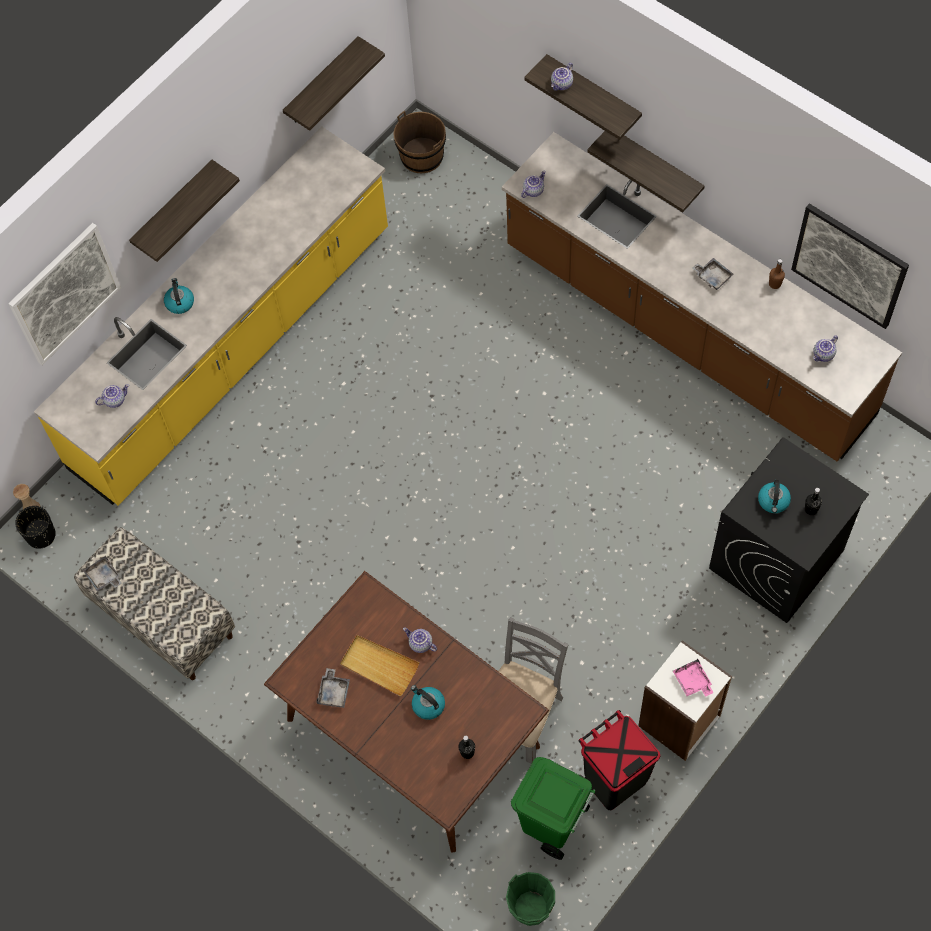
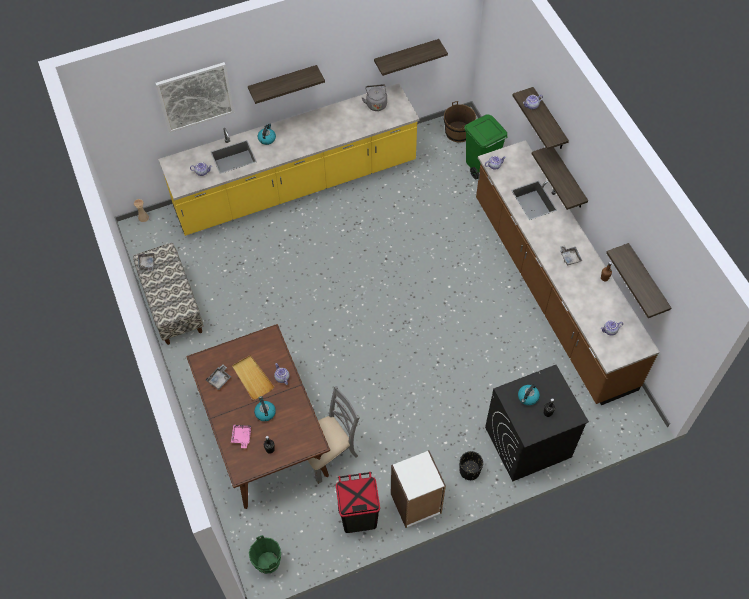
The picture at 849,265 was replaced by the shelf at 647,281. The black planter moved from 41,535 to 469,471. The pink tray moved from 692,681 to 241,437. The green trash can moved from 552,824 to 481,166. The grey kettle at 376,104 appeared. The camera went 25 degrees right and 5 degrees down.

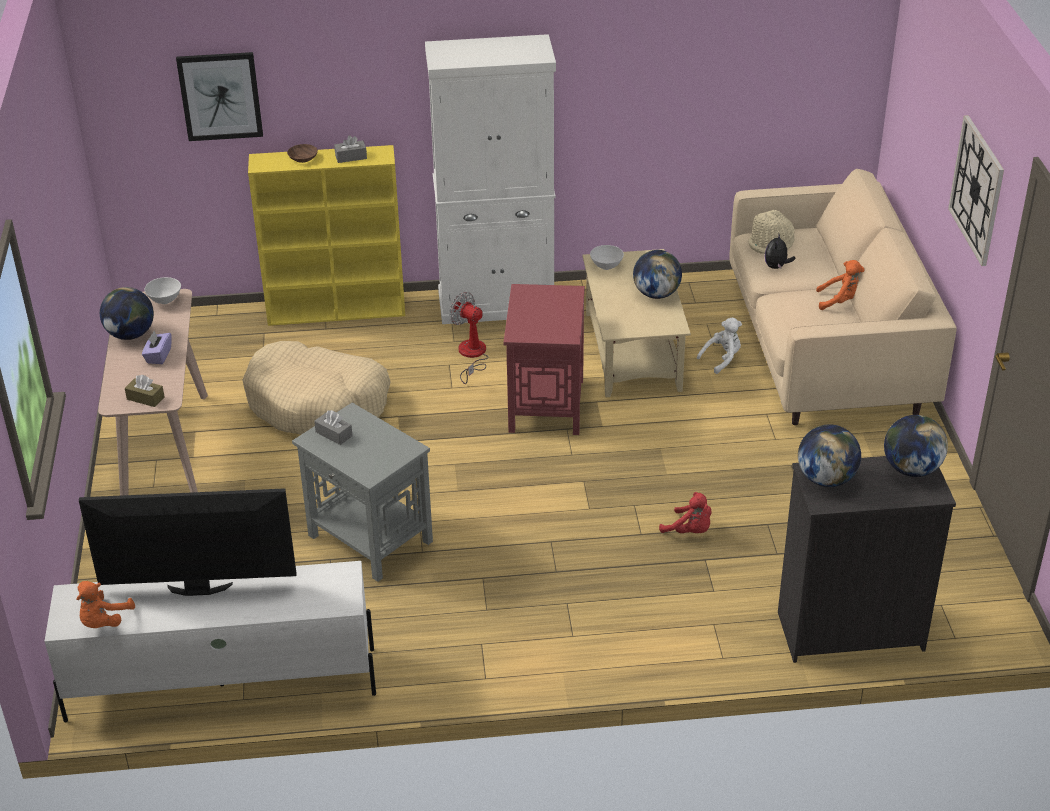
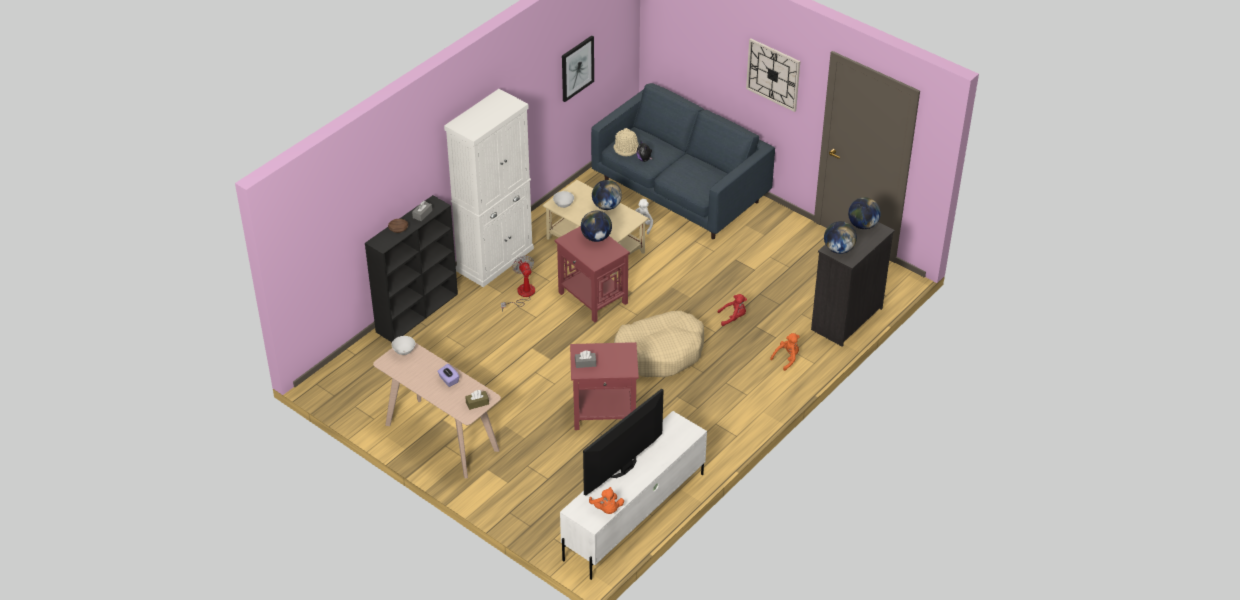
The picture moved from 220,96 to 577,68. The yellow bookcase at 338,310 became the black bookcase at 417,312. The beige sofa at 825,349 became the blue sofa at 679,191. The orange plush toy moved from 840,301 to 787,358. The globe moved from 130,335 to 596,238. The fan at 471,356 turned 75 degrees clockwise. The beige dog bed moved from 318,403 to 660,352. The grey side table at 369,539 became the red side table at 604,413. The camera went 45 degrees left and 5 degrees up.

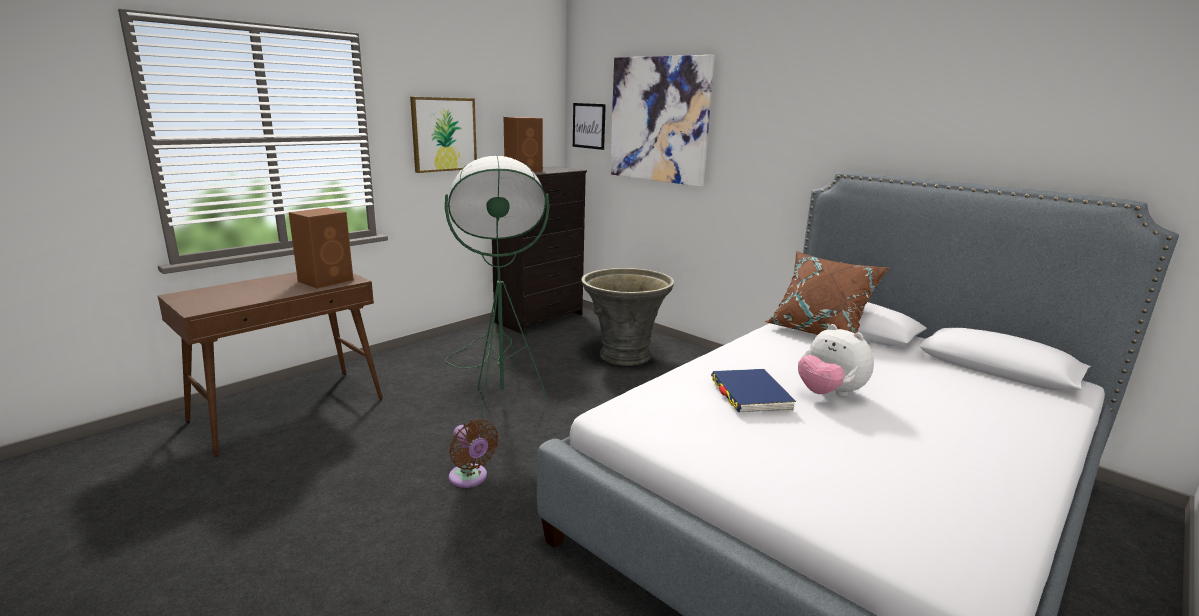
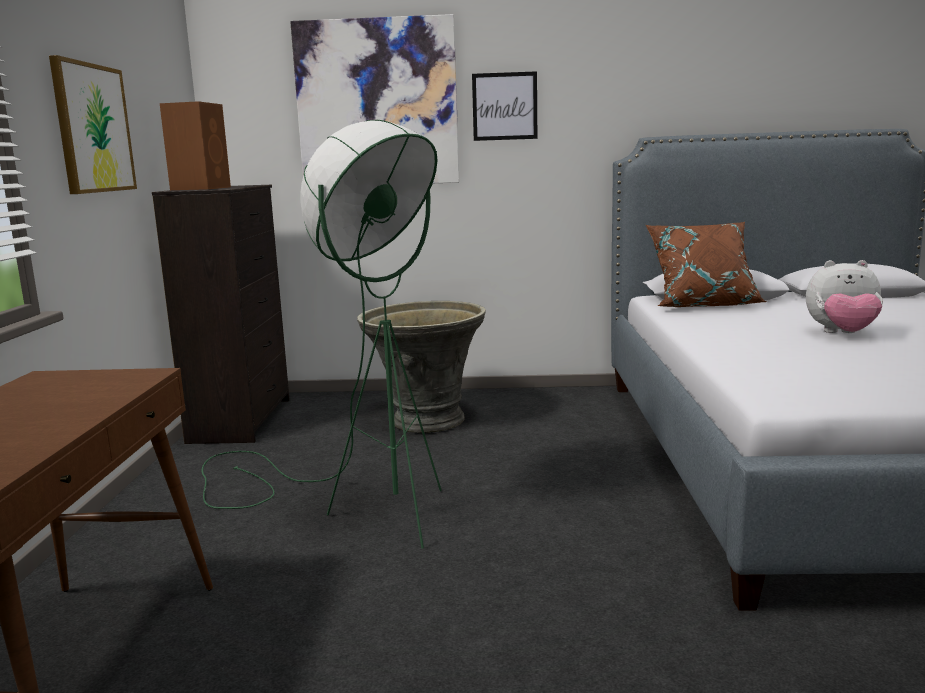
The picture moved from 589,126 to 504,106. The brown speaker at 327,280 disappeared. The blue book at 750,394 disappeared. The brown fan at 470,478 disappeared. The camera went 40 degrees left and 5 degrees down.

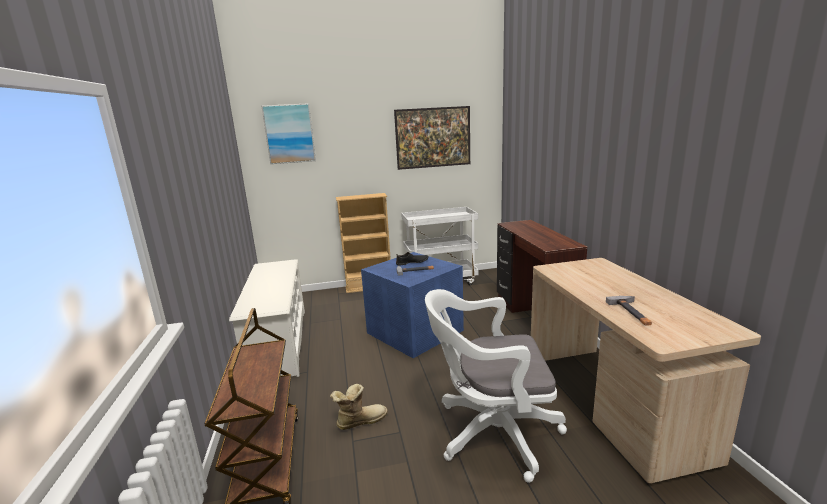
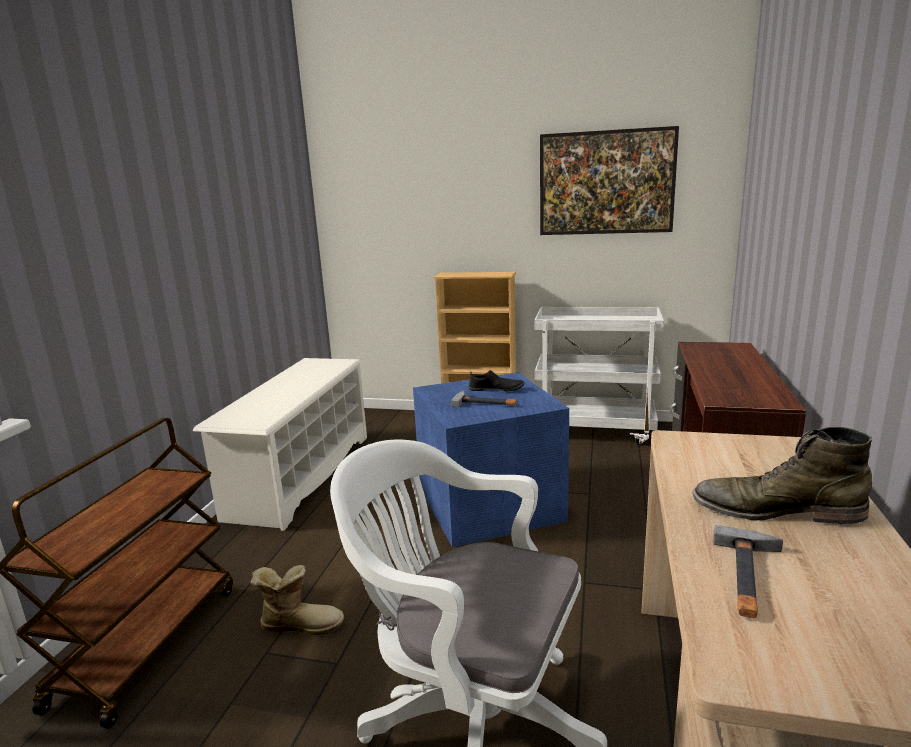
The picture at 289,134 disappeared. The green boot at 775,509 appeared. The camera went 25 degrees right and 0 degrees up.

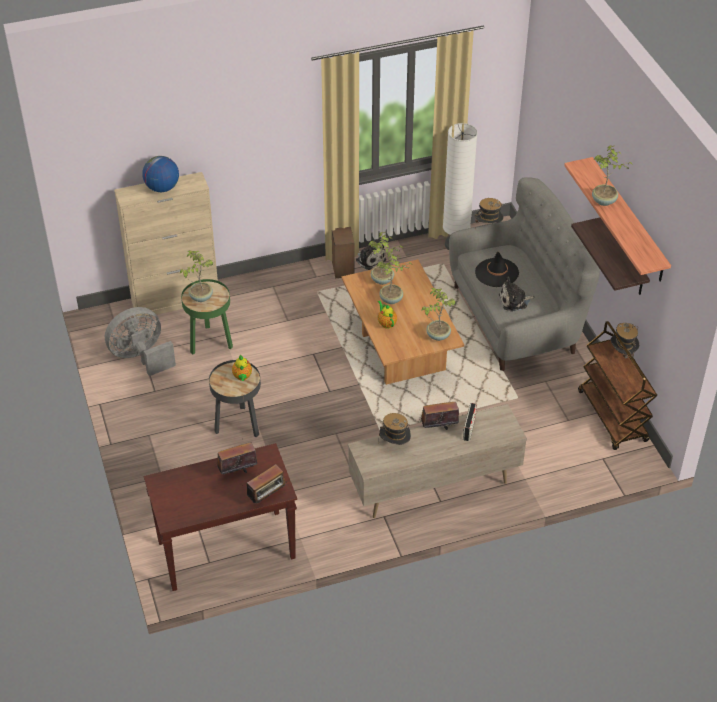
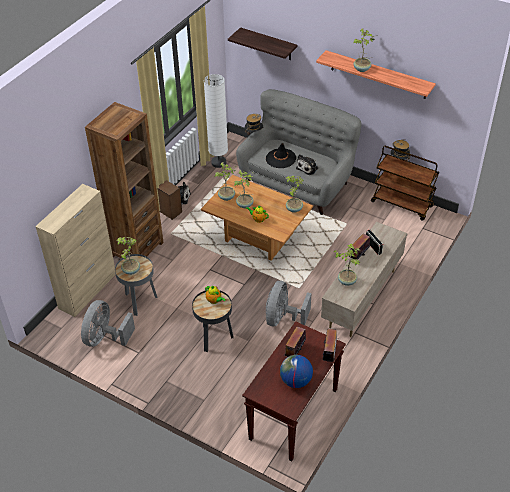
The globe moved from 162,188 to 296,381. The shelf moved from 625,258 to 268,44. The green side table at 210,342 became the grey side table at 139,301. The hat at 394,444 was replaced by the potted plant at 347,281. The brown bookcase at 136,249 appeared. The grey fan at 282,318 appeared. The camera went 40 degrees left and 0 degrees up.

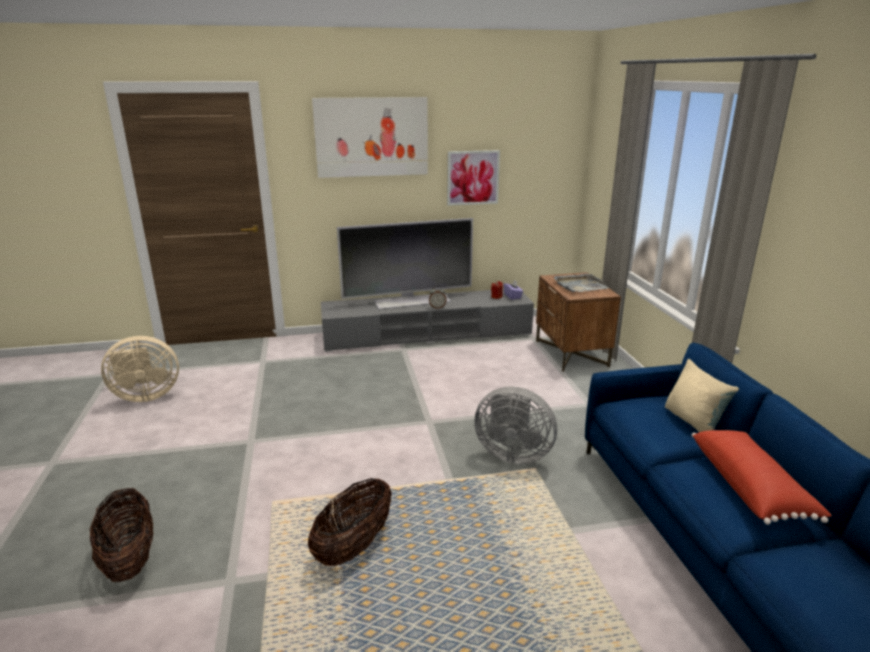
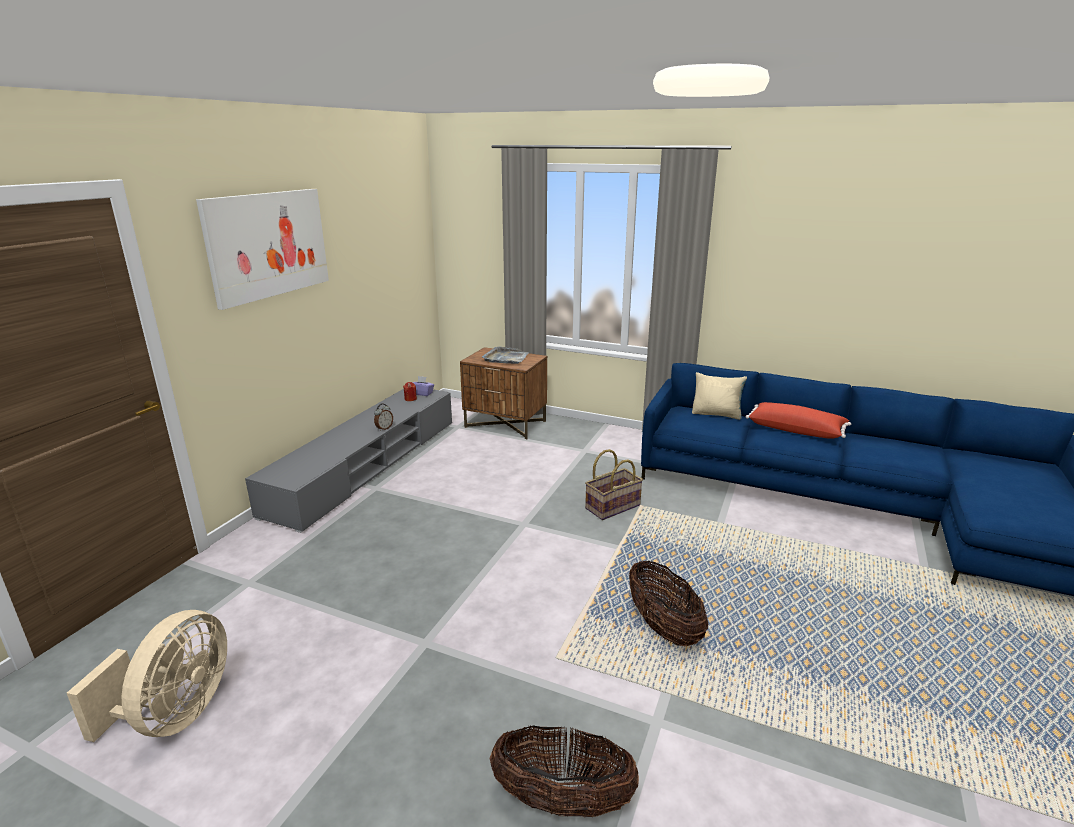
The picture at 473,177 disappeared. The television at 411,301 disappeared. The grey fan at 512,453 was replaced by the basket at 612,506. The camera went 55 degrees left and 0 degrees up.

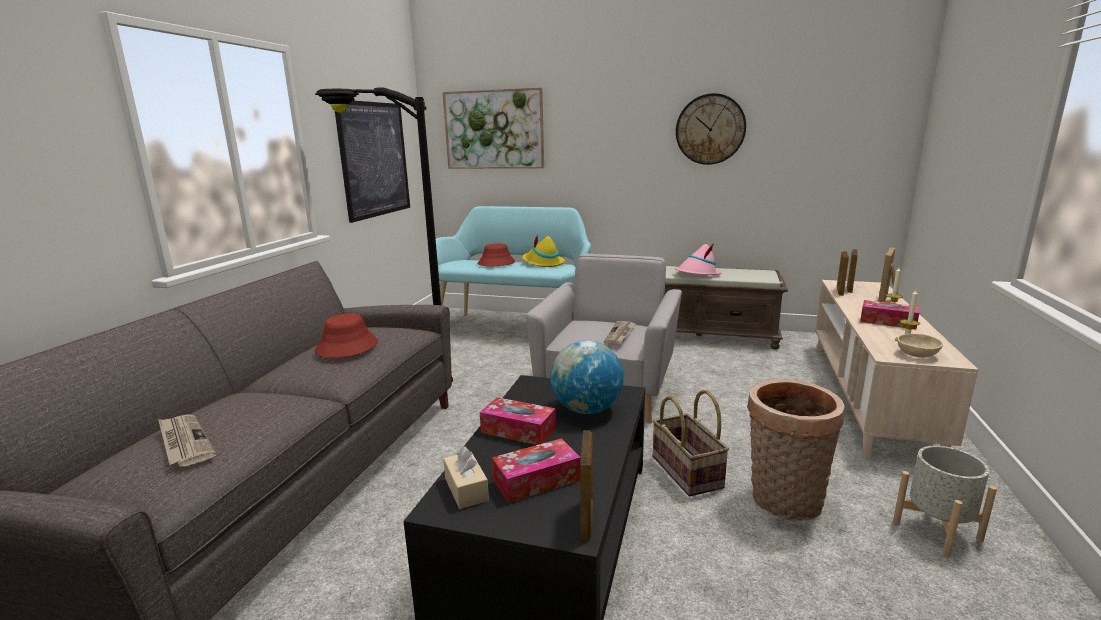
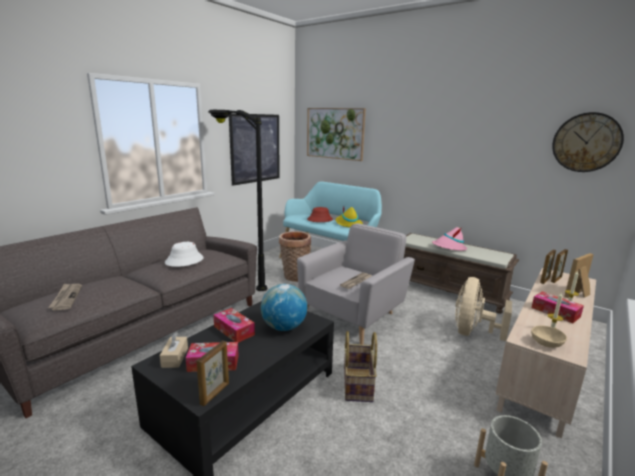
The wall clock moved from 710,129 to 586,142. The red hat at 346,347 became the white hat at 184,260. The basket moved from 783,502 to 294,277. The beige fan at 473,332 appeared. The camera went 20 degrees right and 0 degrees up.

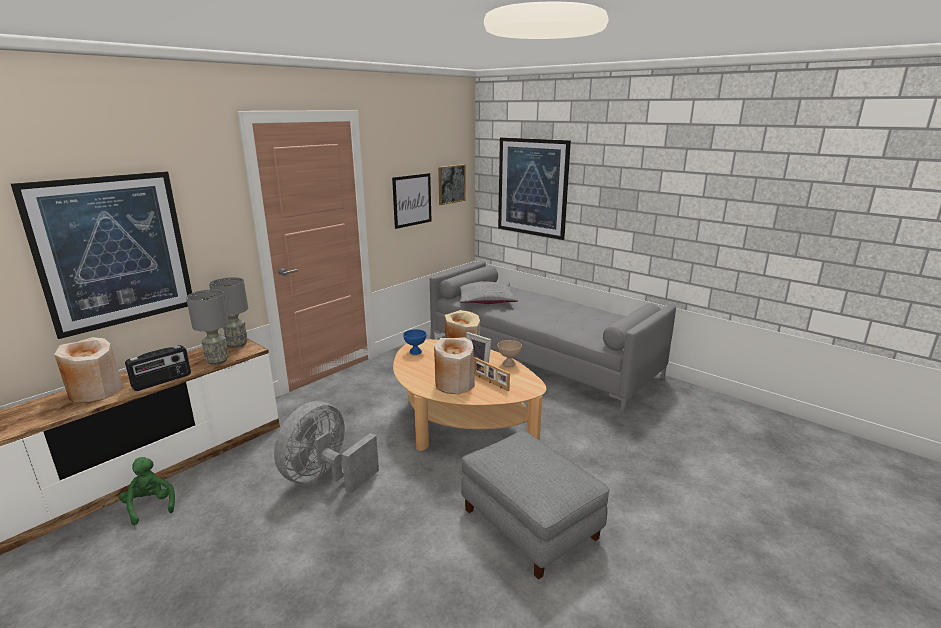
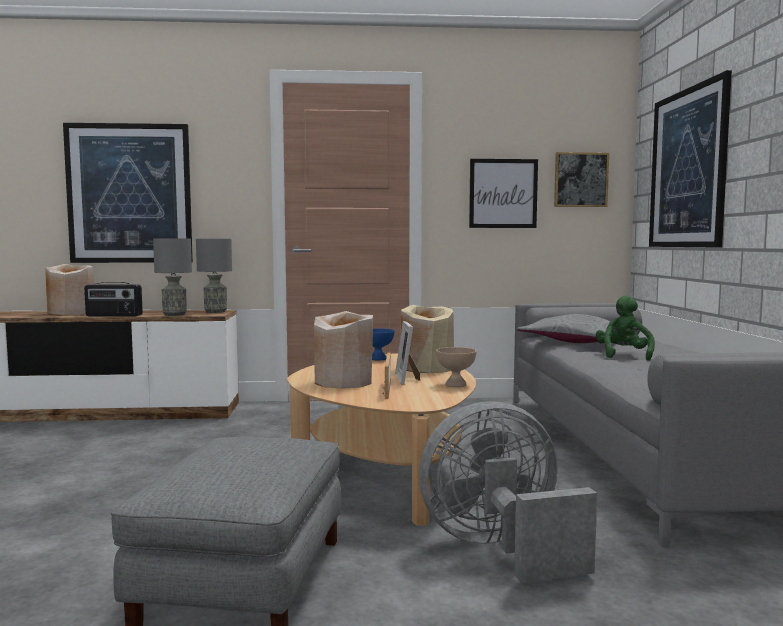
The grey fan moved from 325,477 to 500,548. The green plush toy moved from 150,506 to 623,355. The camera went 45 degrees right and 15 degrees down.

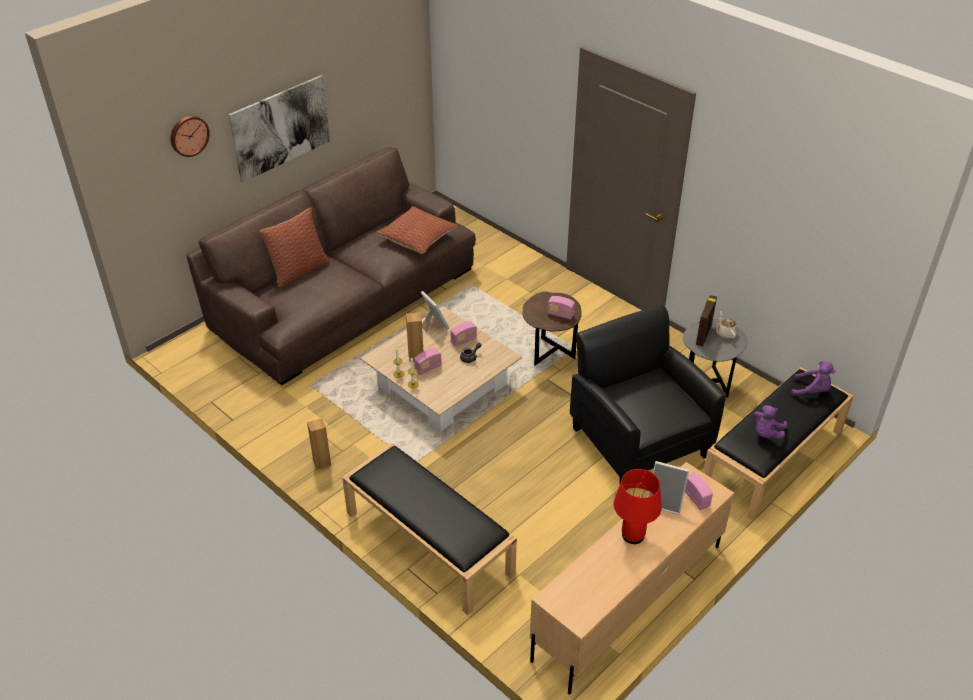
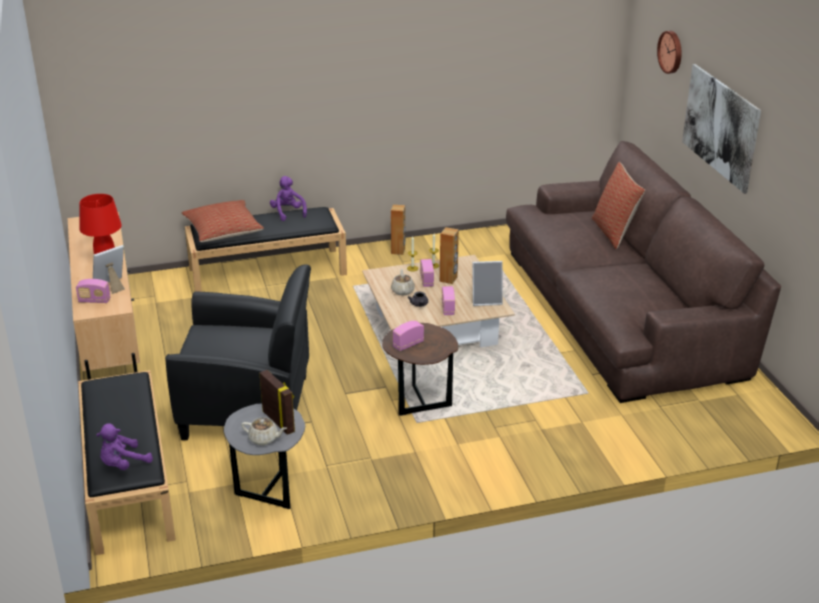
The pillow moved from 417,238 to 223,231. The purple plush toy moved from 766,434 to 288,213. The beige teapot at 402,291 appeared. The camera went 120 degrees right and 10 degrees down.

